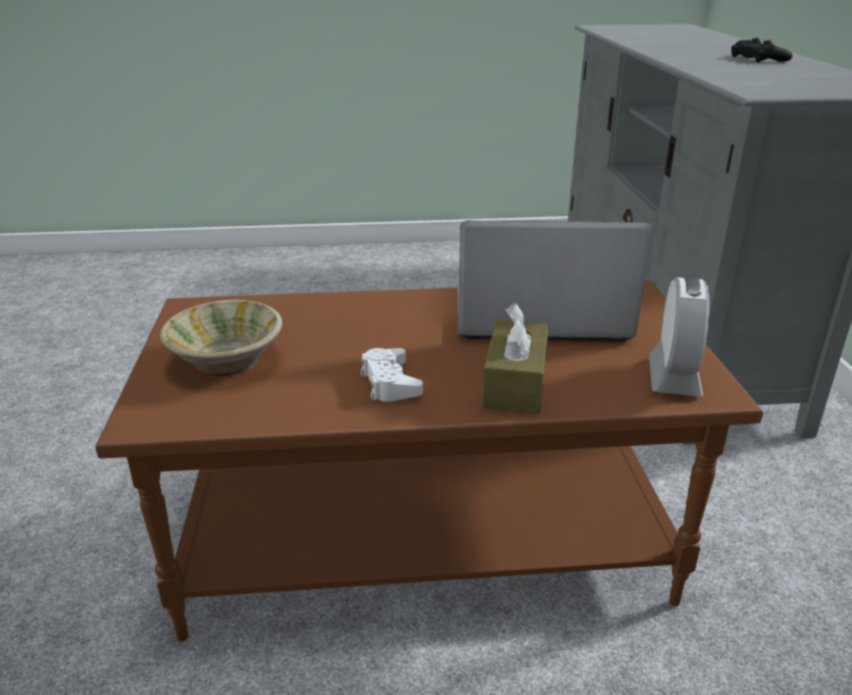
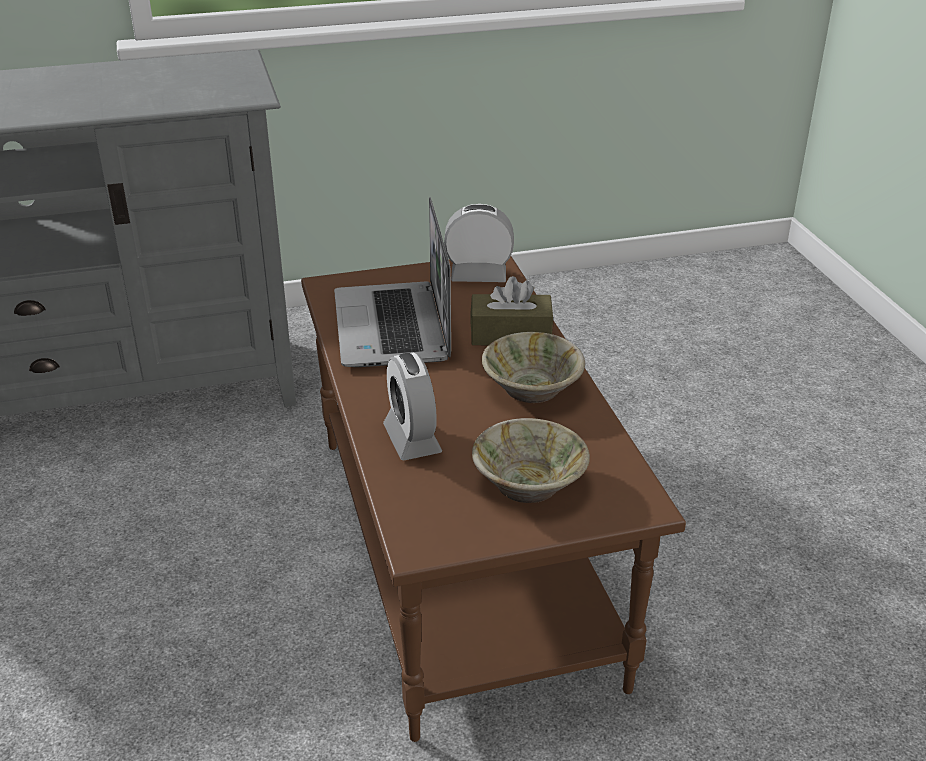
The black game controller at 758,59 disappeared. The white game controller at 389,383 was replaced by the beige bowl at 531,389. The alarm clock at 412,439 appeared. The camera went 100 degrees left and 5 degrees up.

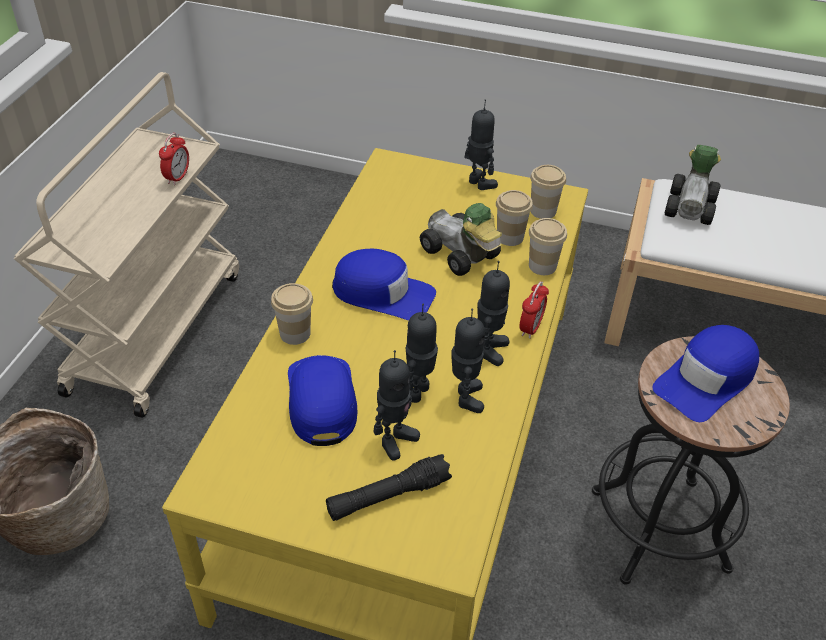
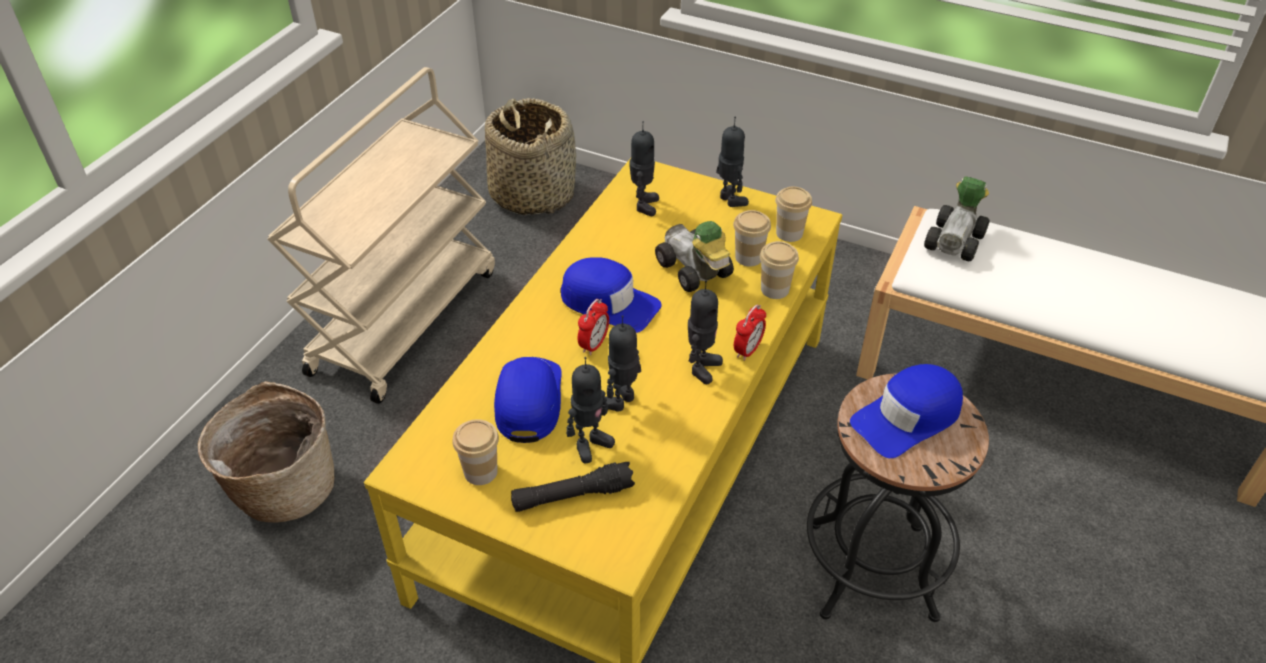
The alarm clock moved from 177,177 to 594,345. The cup moved from 295,333 to 480,471. The toy robot moved from 465,397 to 643,205. The basket at 532,193 appeared. The camera went 10 degrees right and 0 degrees up.

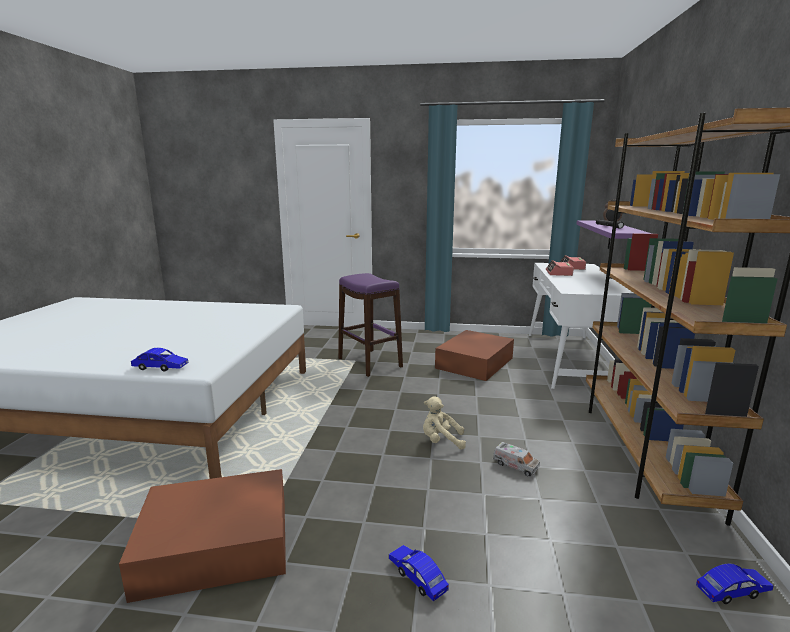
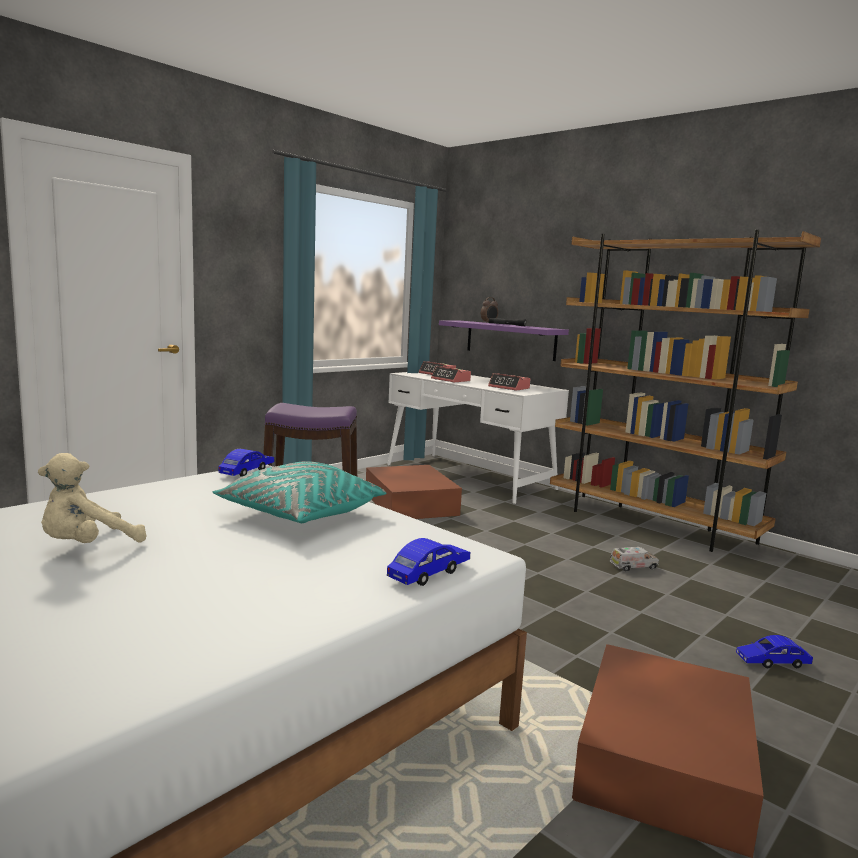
The beige plush toy moved from 441,441 to 87,546. The blue toy car moved from 732,591 to 247,471. The alarm clock at 509,388 appeared. The turquoise pillow at 300,515 appeared. The camera went 55 degrees left and 5 degrees down.

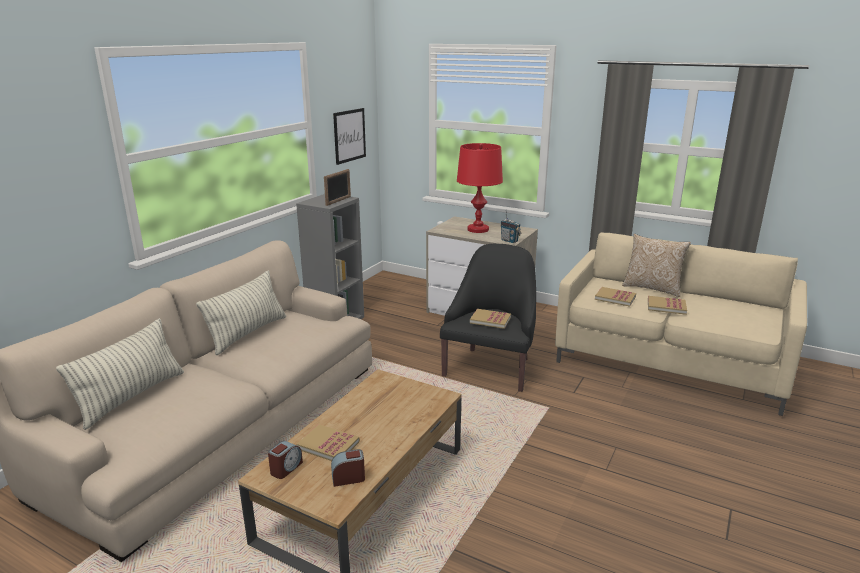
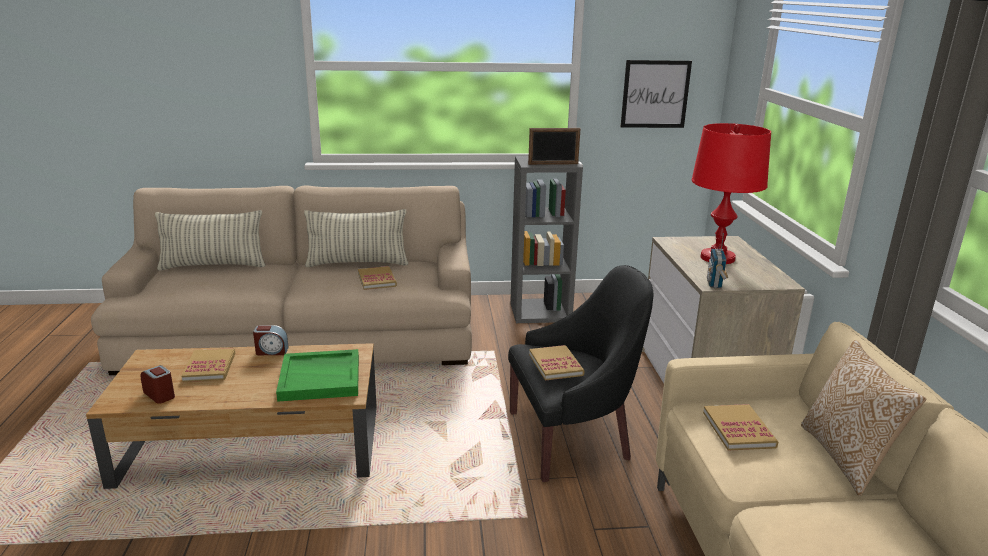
The book moved from 666,306 to 377,280. The alarm clock moved from 286,468 to 271,351. The green tray at 321,378 appeared. The camera went 55 degrees right and 0 degrees up.

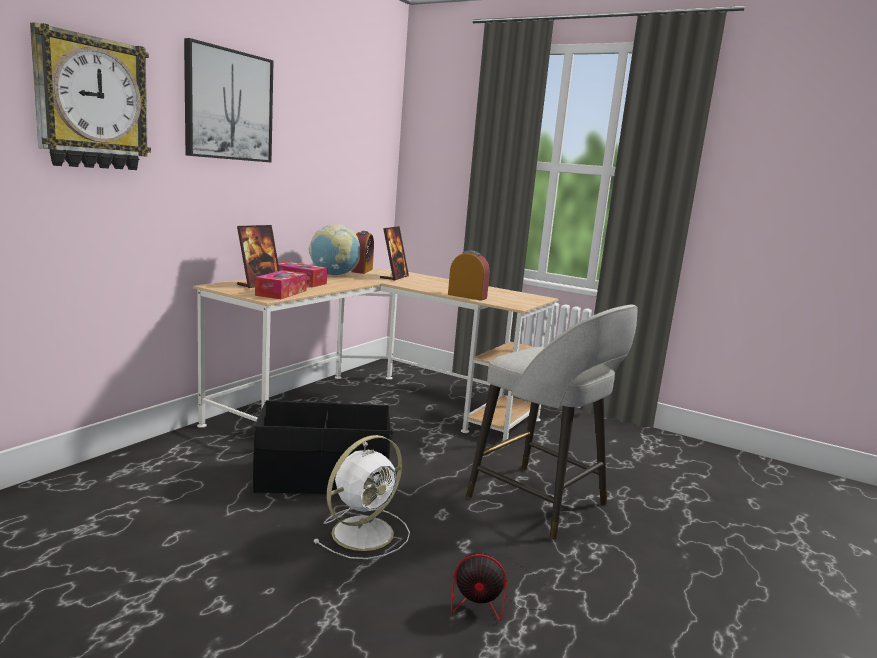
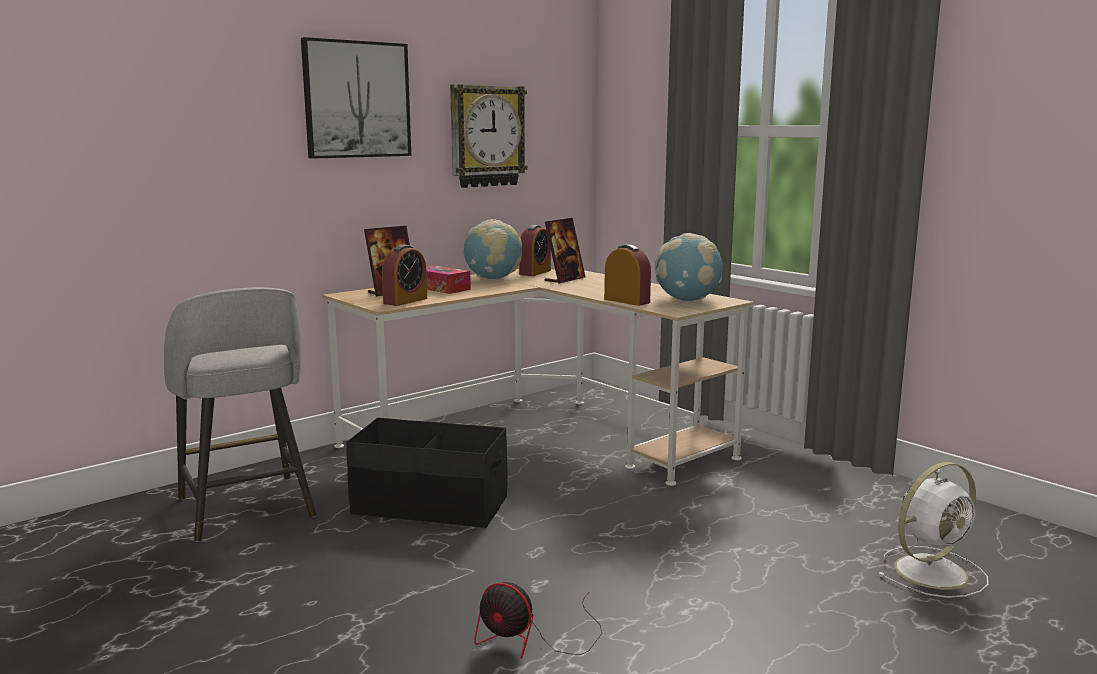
The wall clock moved from 91,103 to 486,136. The tissue box at 281,293 was replaced by the alarm clock at 405,301. The grey stool moved from 540,502 to 246,509. The white fan moved from 365,532 to 933,571. The globe at 687,300 appeared. The camera went 20 degrees right and 0 degrees up.

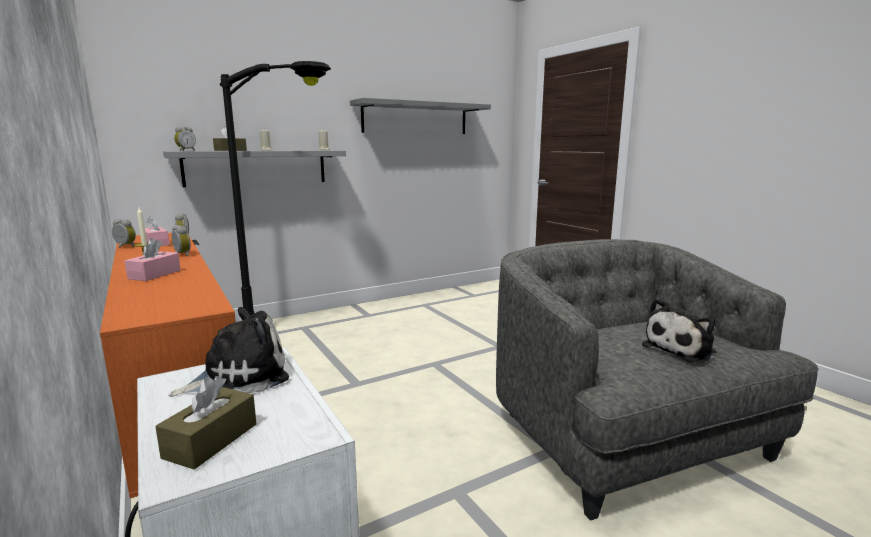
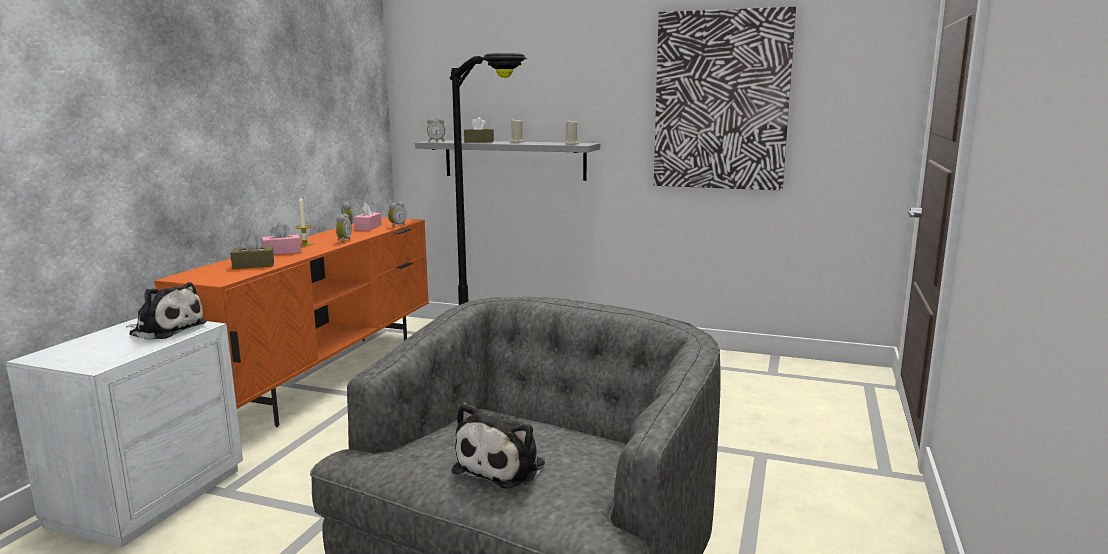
The grey shelf at 415,118 was replaced by the picture at 721,101. The plush toy at 681,349 turned 75 degrees counterclockwise. The brown tissue box moved from 211,440 to 253,265. The camera went 50 degrees right and 0 degrees up.

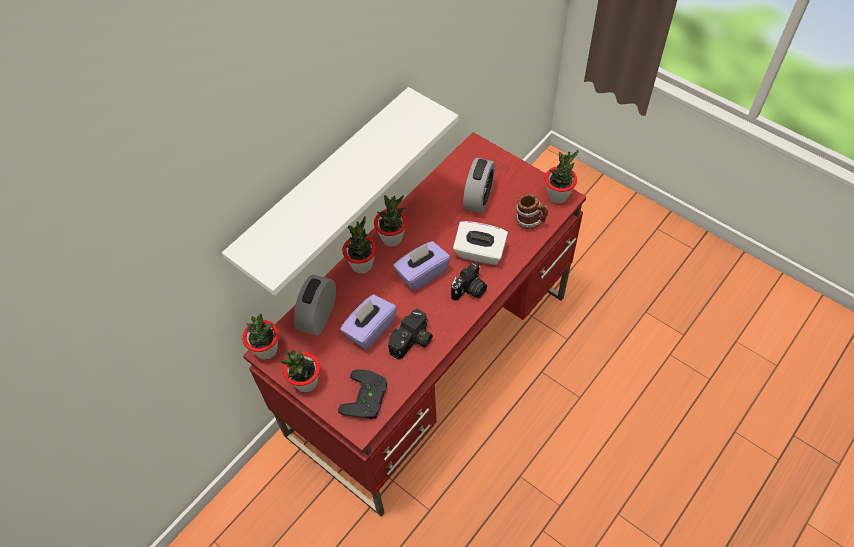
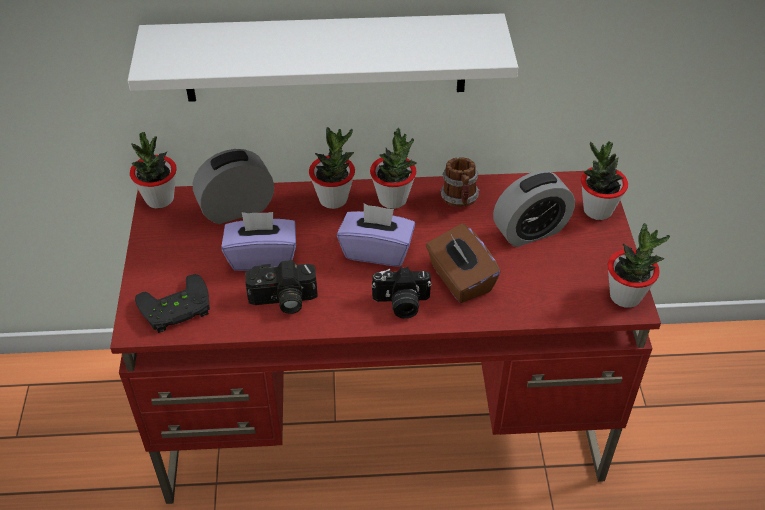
The mug moved from 530,221 to 460,200. The white tissue box at 479,253 became the brown tissue box at 460,279. The potted plant moved from 306,382 to 597,210. The camera went 45 degrees right and 10 degrees down.

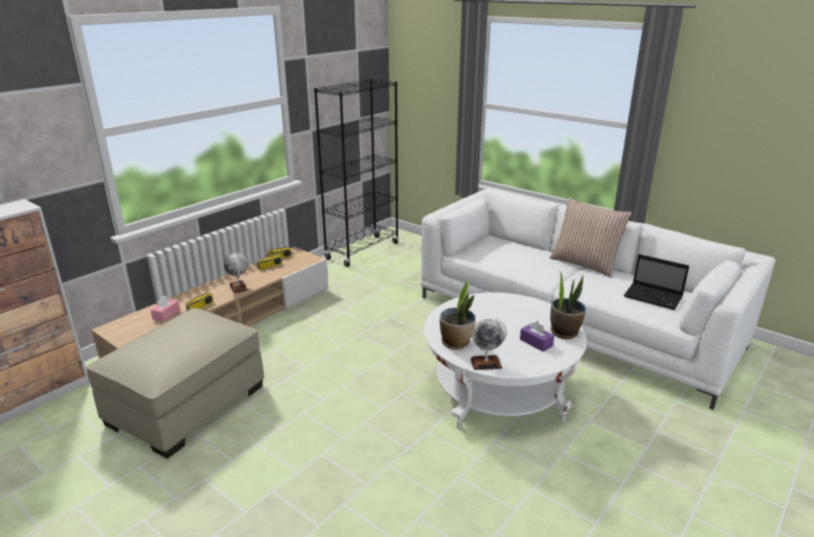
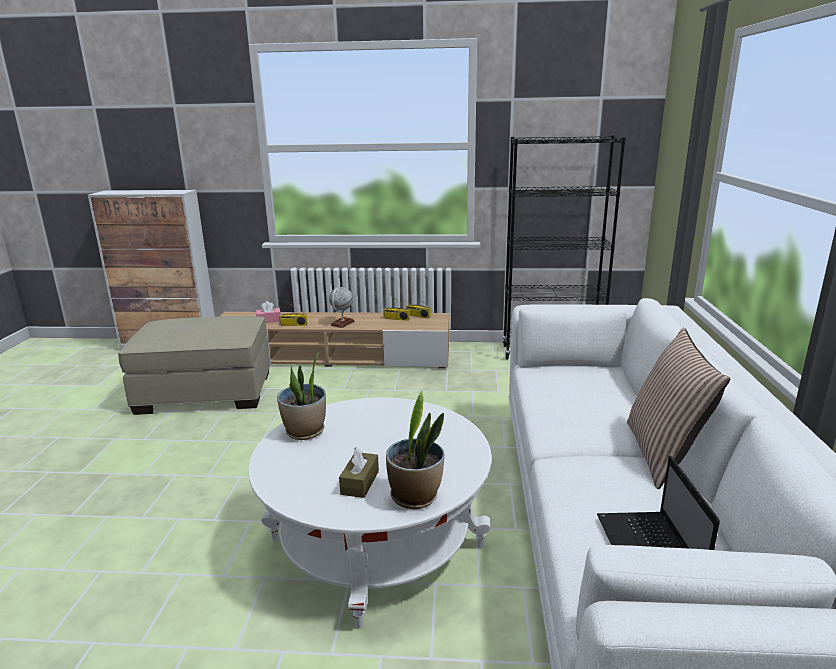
The globe at 486,363 disappeared. The purple tissue box at 536,343 became the brown tissue box at 360,482. The camera went 55 degrees right and 5 degrees down.

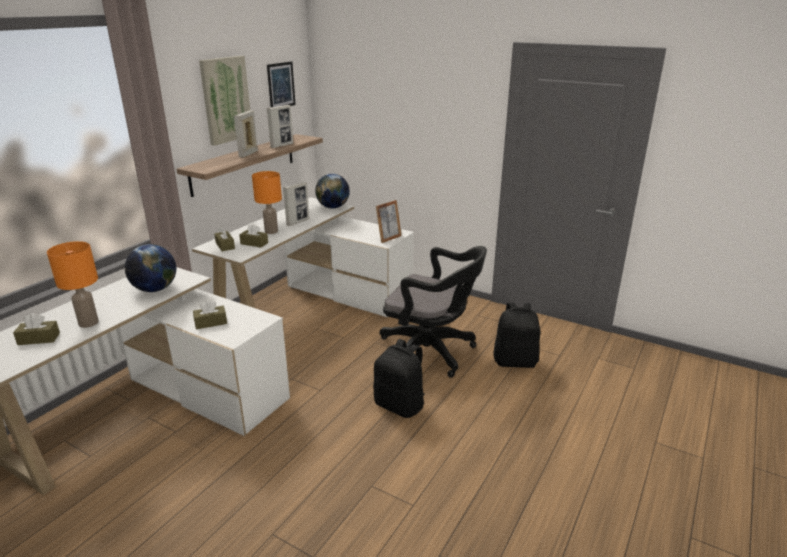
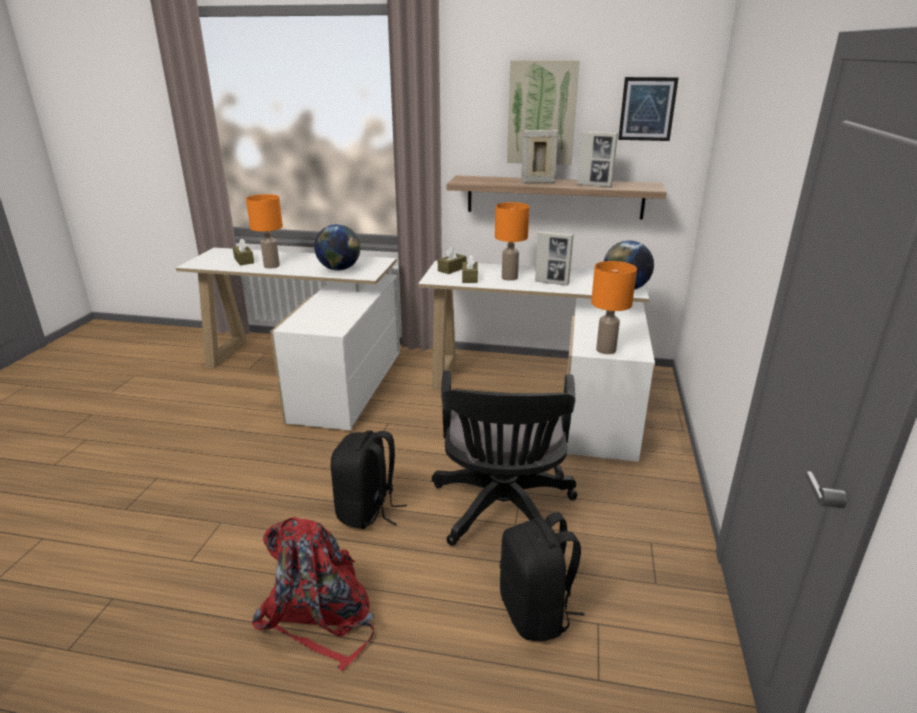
The picture frame at 389,238 was replaced by the orange table lamp at 606,350. The brown tissue box at 211,323 disappeared. The red backpack at 320,615 appeared. The camera went 70 degrees right and 0 degrees up.

